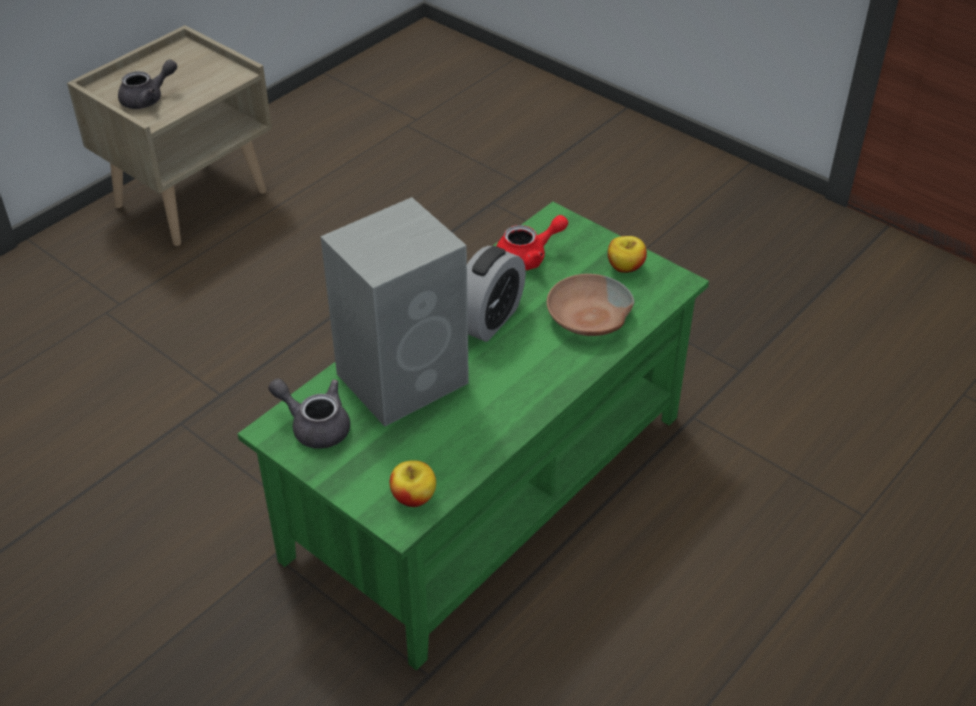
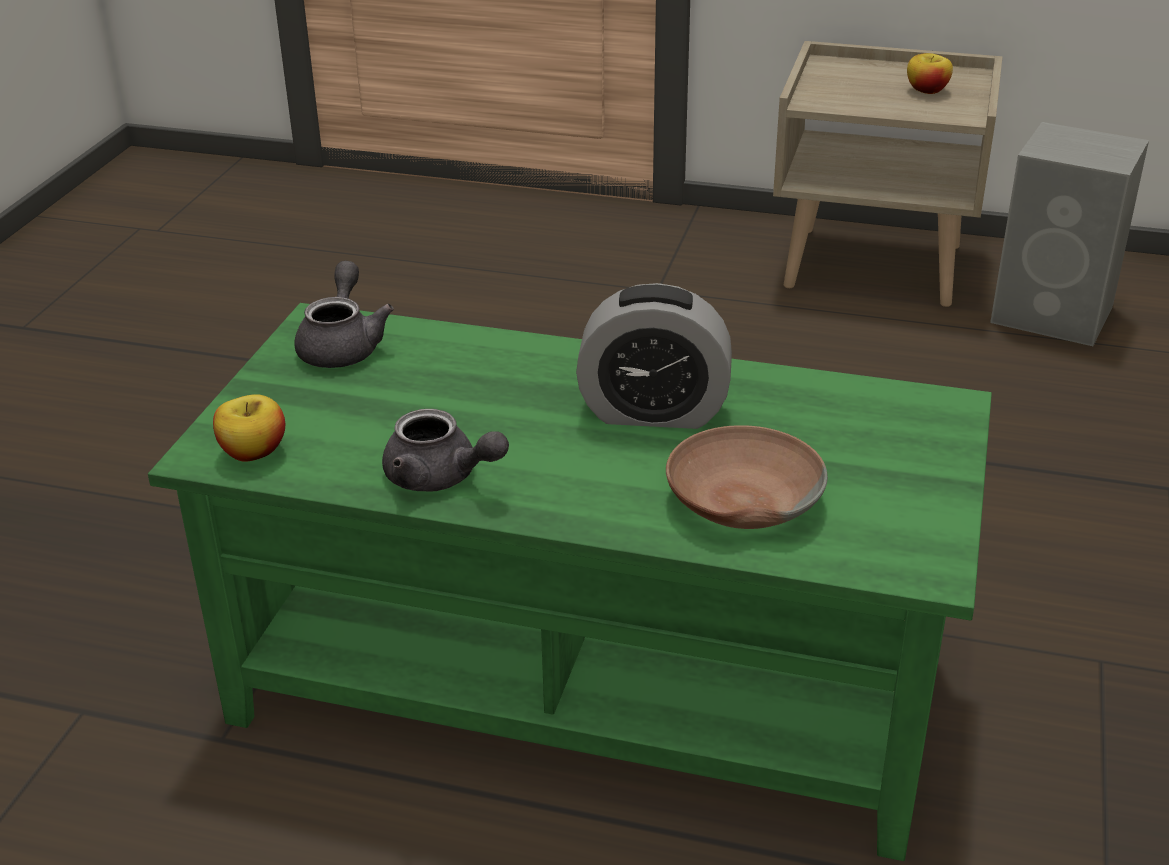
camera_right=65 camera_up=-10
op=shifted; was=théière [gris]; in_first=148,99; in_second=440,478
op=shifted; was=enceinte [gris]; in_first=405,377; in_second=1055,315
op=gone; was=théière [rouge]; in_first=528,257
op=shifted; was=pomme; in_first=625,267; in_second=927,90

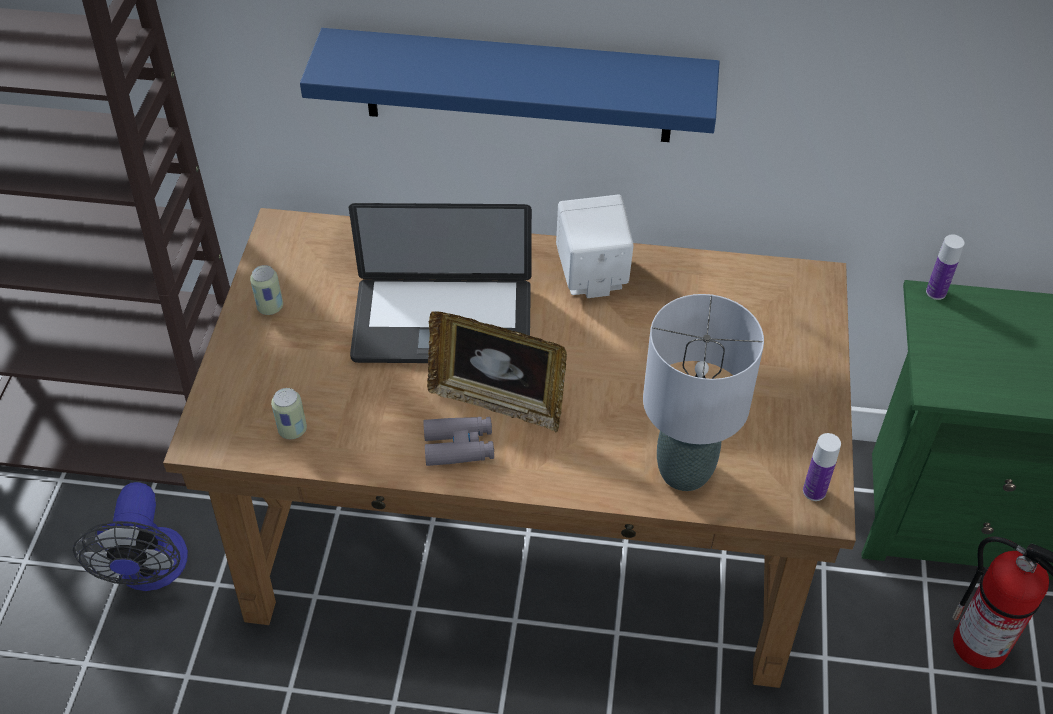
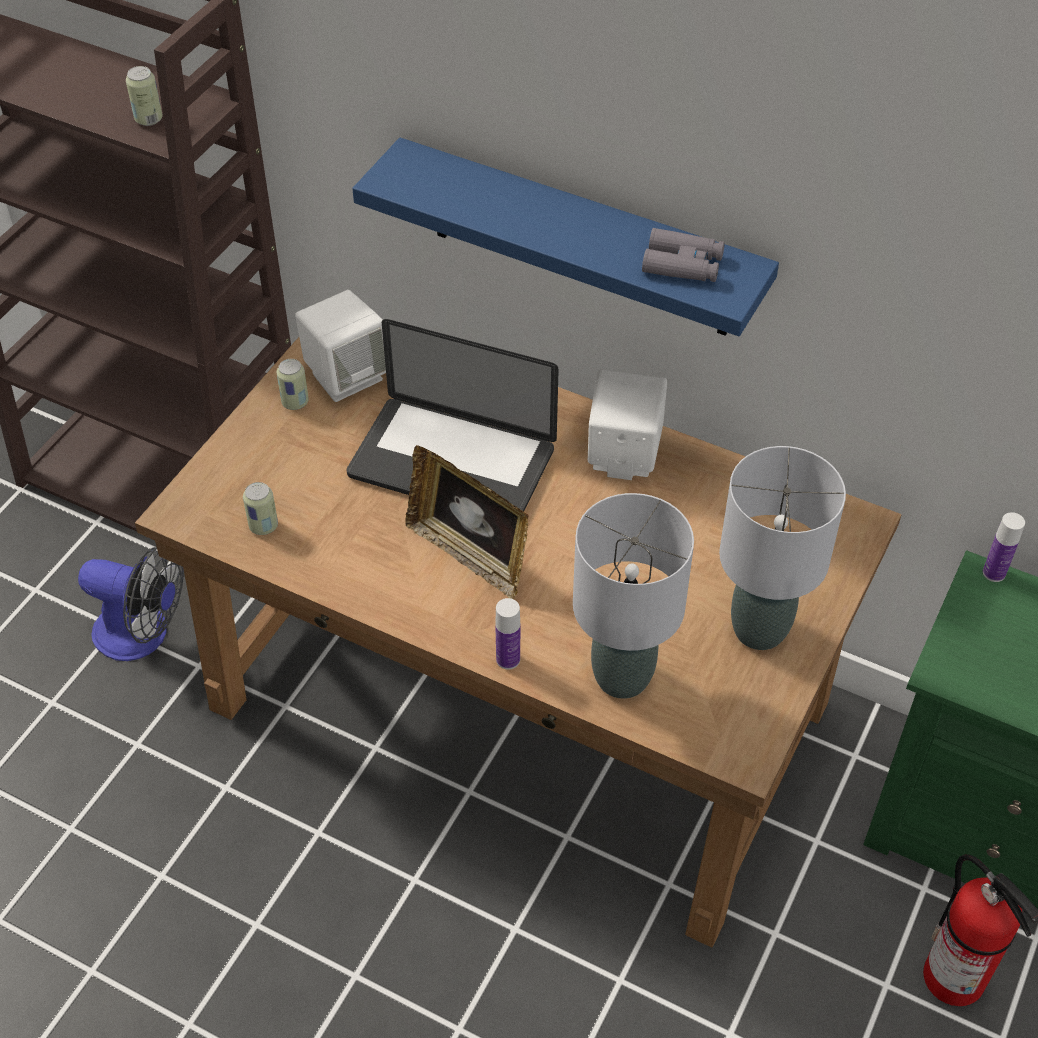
camera_right=20 camera_up=0
op=rotated; was=ventilateur; in_first=150,571; in_second=143,634; clockwise=-90
op=shifted; was=jumelles [gris]; in_first=459,446; in_second=683,264
op=shifted; was=bouteille; in_first=814,491; in_second=508,659
op=new; now=boîte métallique; in_second=148,119
op=new; now=enceinte [blanc]; in_second=347,376
op=new; now=lampe de table [gris]; in_second=760,630

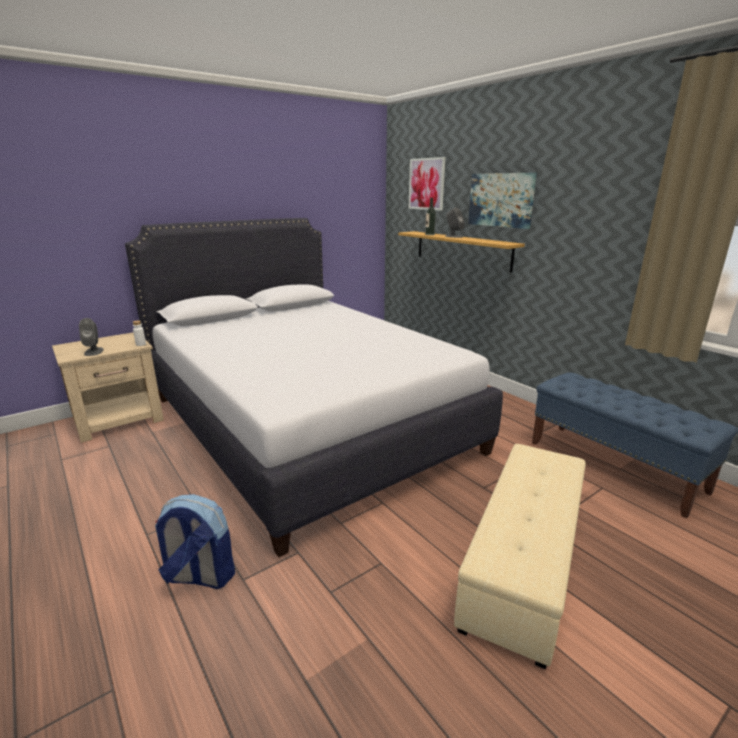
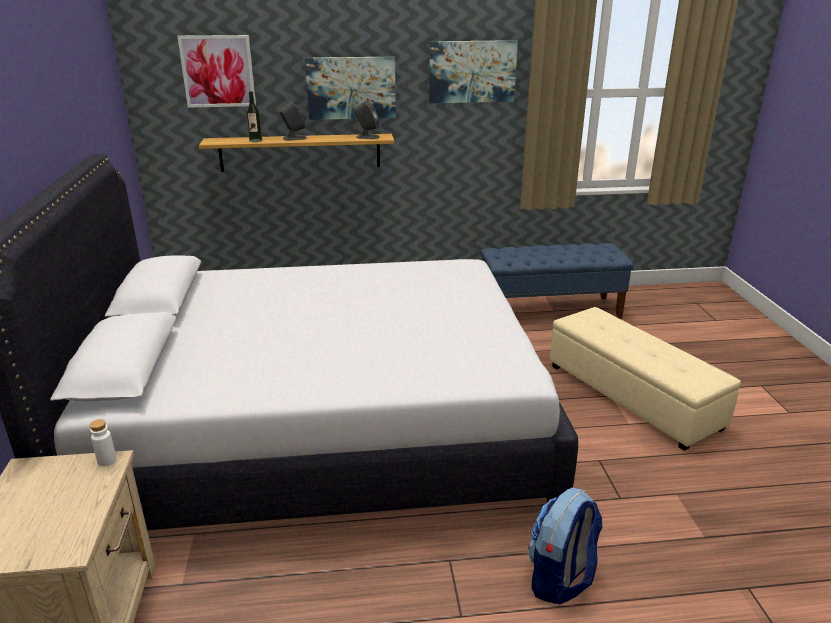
camera_right=-60 camera_up=5
op=shifted; was=enceinte [gris]; in_first=94,351; in_second=367,137
op=new; now=tableau; in_second=472,71

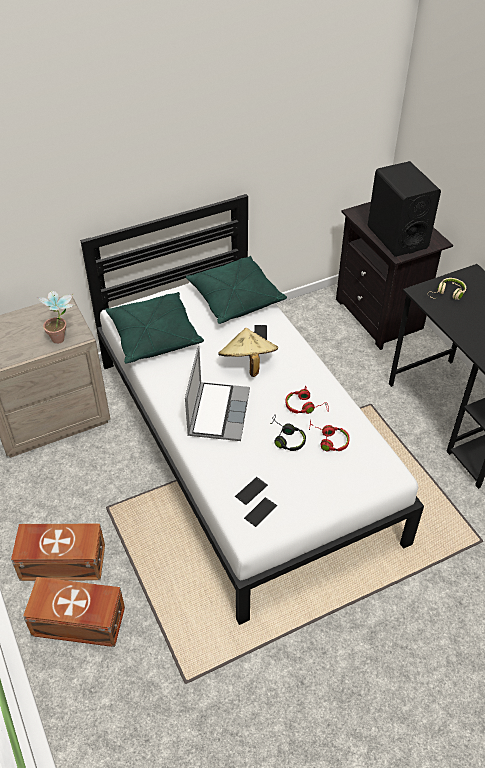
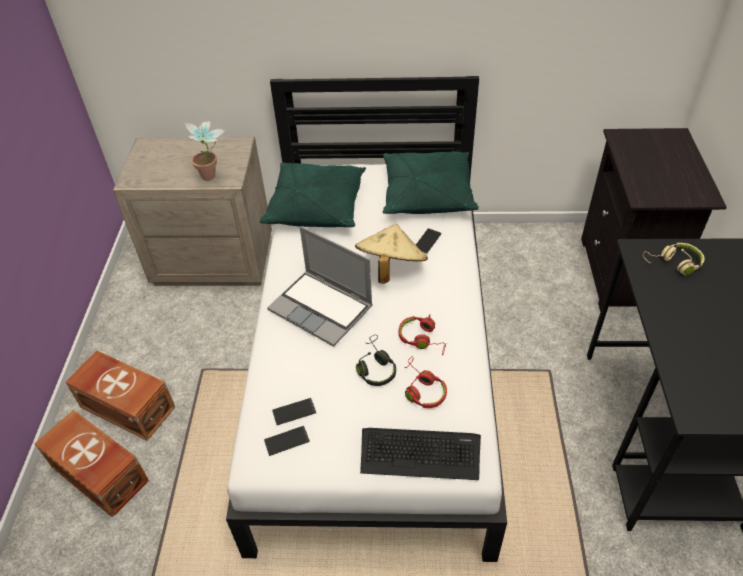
camera_right=30 camera_up=0
op=rotated; was=ordinateur portable; in_first=218,412; in_second=322,308; clockwise=90
op=gone; was=enceinte [noir]; in_first=397,237
op=new; now=clavier; in_second=420,453

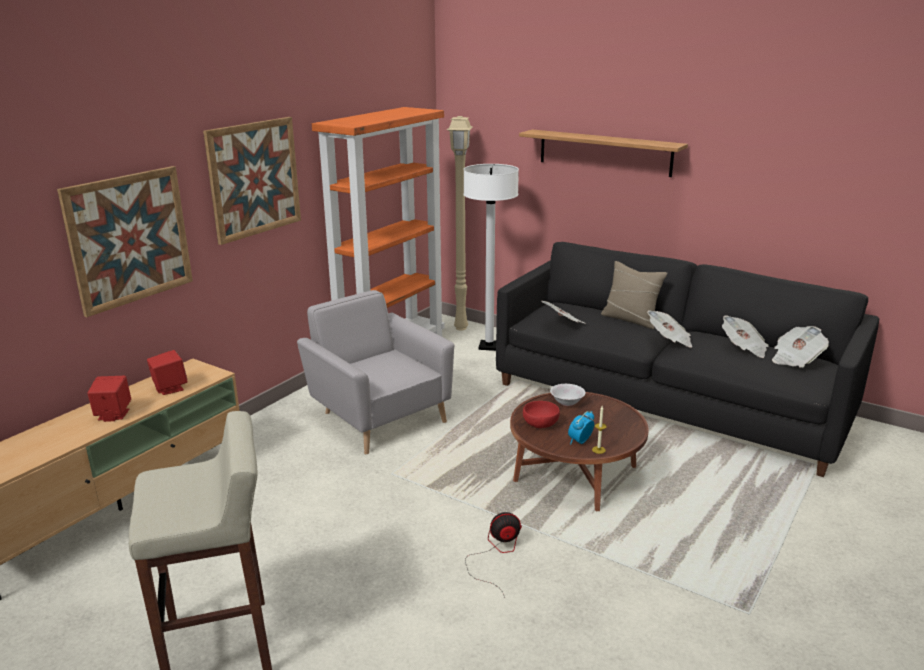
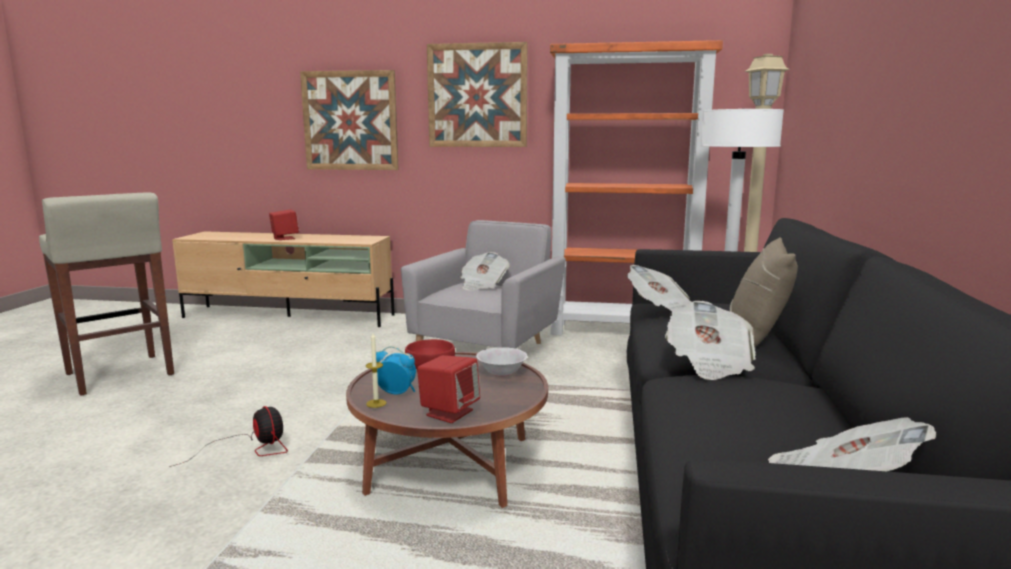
camera_right=65 camera_up=-10
op=shifted; was=enceinte [rouge]; in_first=170,388; in_second=449,412
op=gone; was=étagère; in_first=604,152
op=shifted; was=journal; in_first=743,348; in_second=482,285

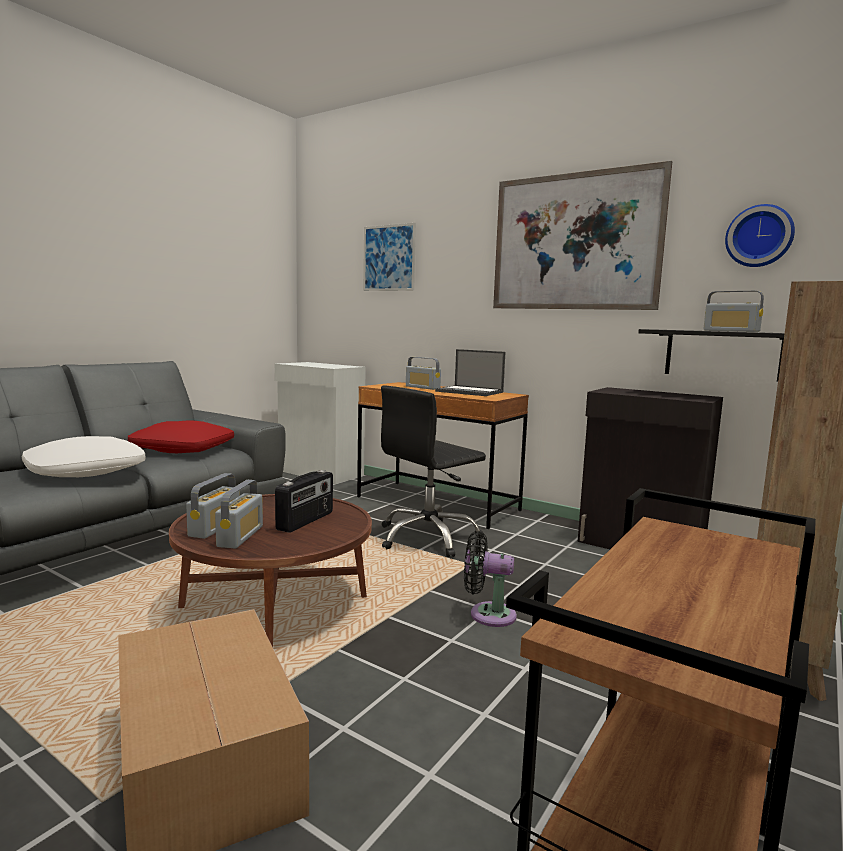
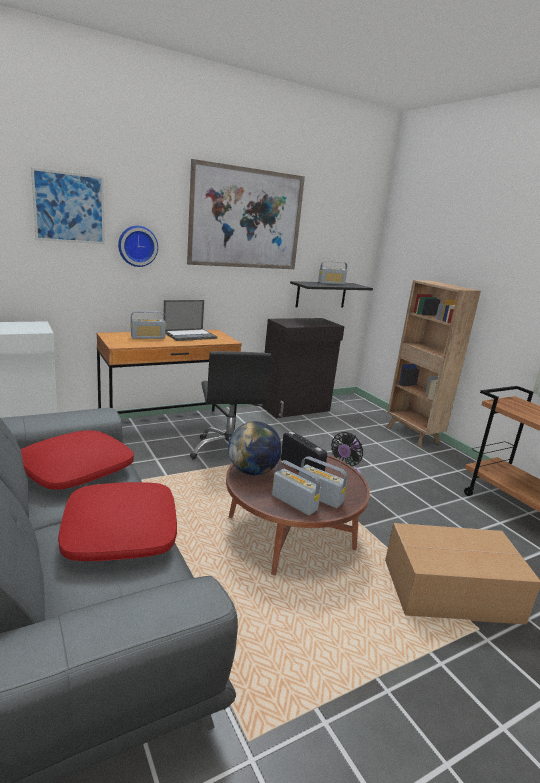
camera_right=-65 camera_up=10
op=repainted; was=coussin [blanc]; now=coussin [rouge]; in_first=86,470; in_second=119,532
op=shifted; was=horloge murale; in_first=759,236; in_second=137,246
op=new; now=globe; in_second=253,471

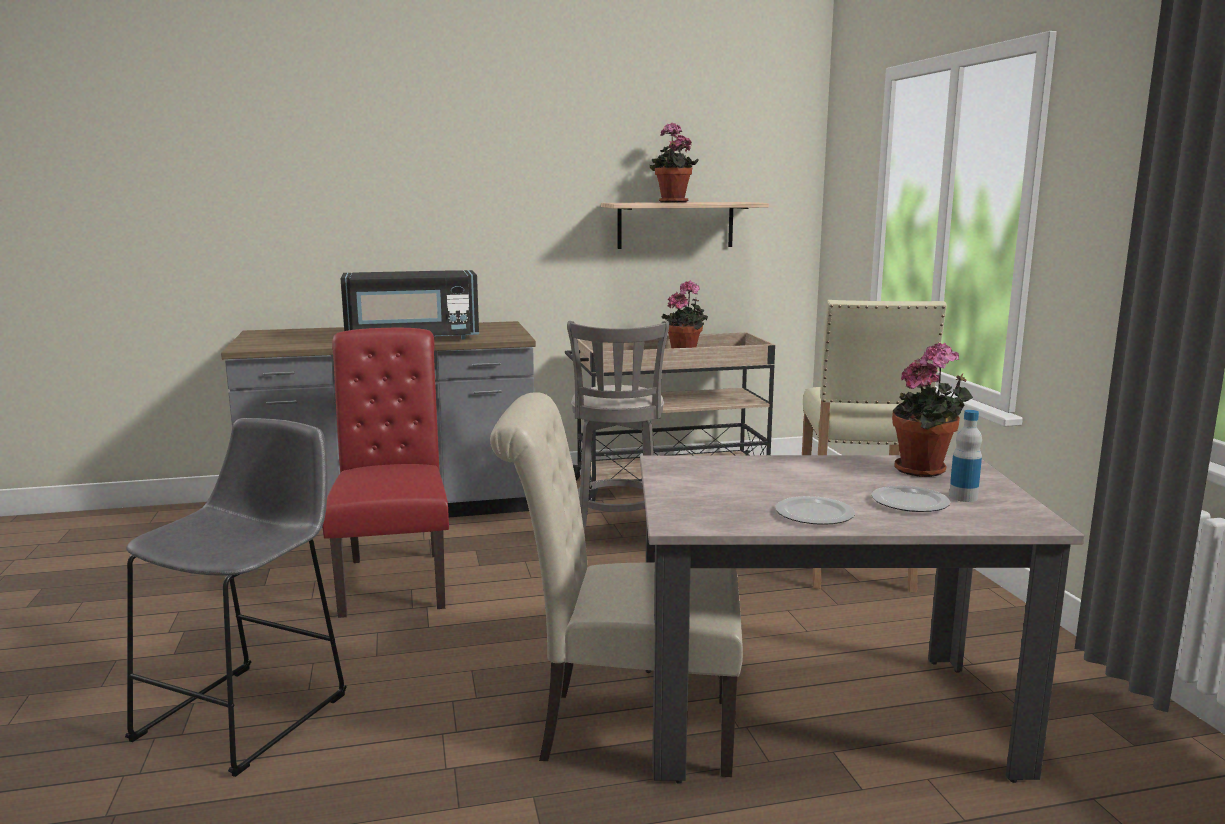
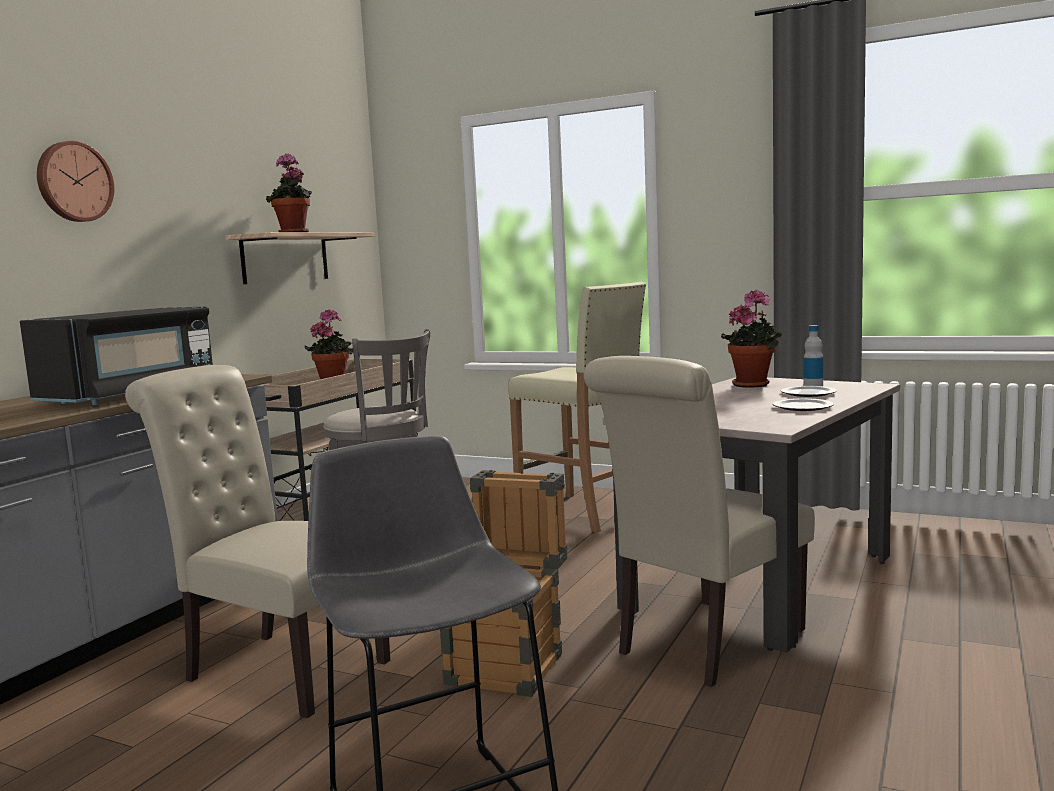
camera_right=-50 camera_up=-5
op=repainted; was=chaise [rouge]; now=chaise [beige]; in_first=395,579; in_second=277,669
op=new; now=horloge murale; in_second=73,182
op=new; now=caisse; in_second=511,662

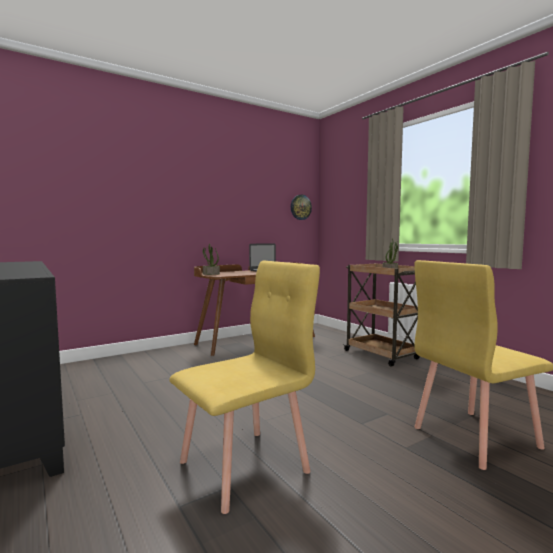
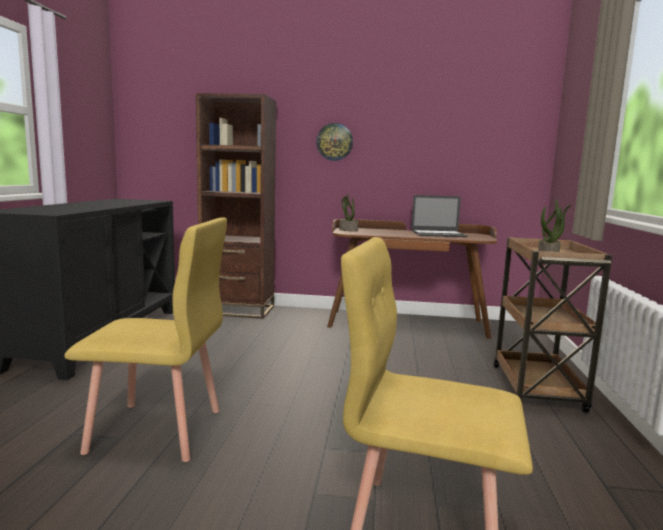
camera_right=40 camera_up=5
op=shifted; was=horloge murale; in_first=300,207; in_second=334,142
op=new; now=bibliothèque [marron]; in_second=238,310

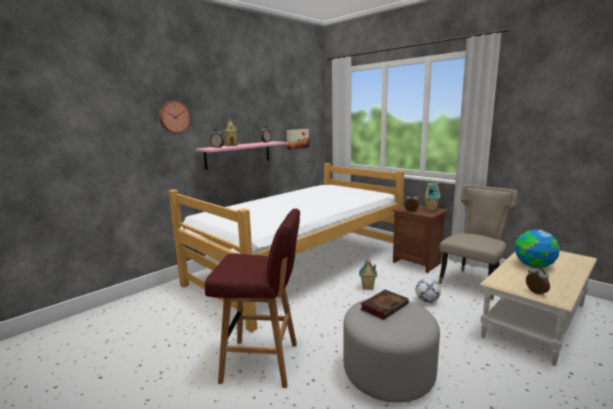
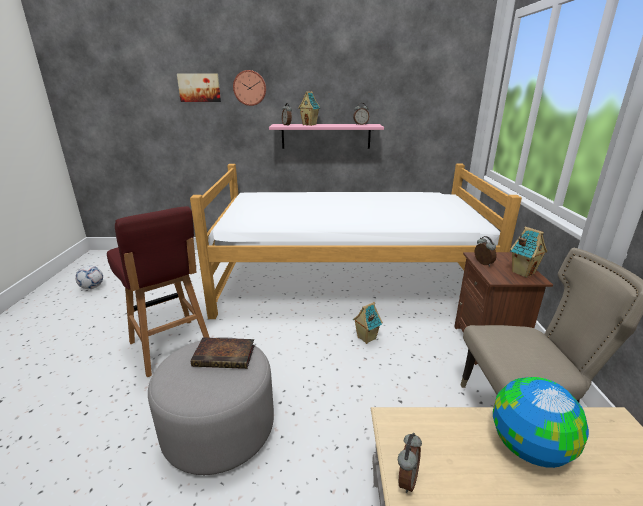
camera_right=45 camera_up=10
op=shifted; was=tableau; in_first=297,139; in_second=199,87
op=shifted; was=ballon de foot; in_first=427,301; in_second=92,287

